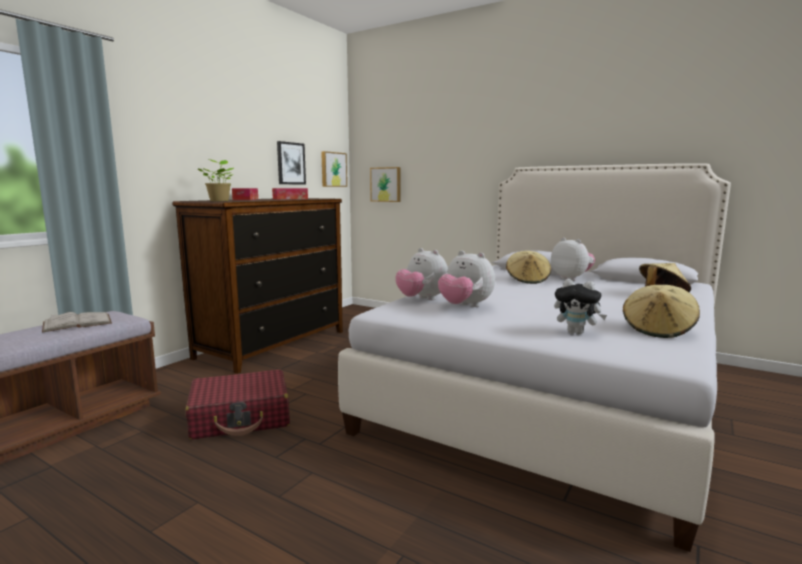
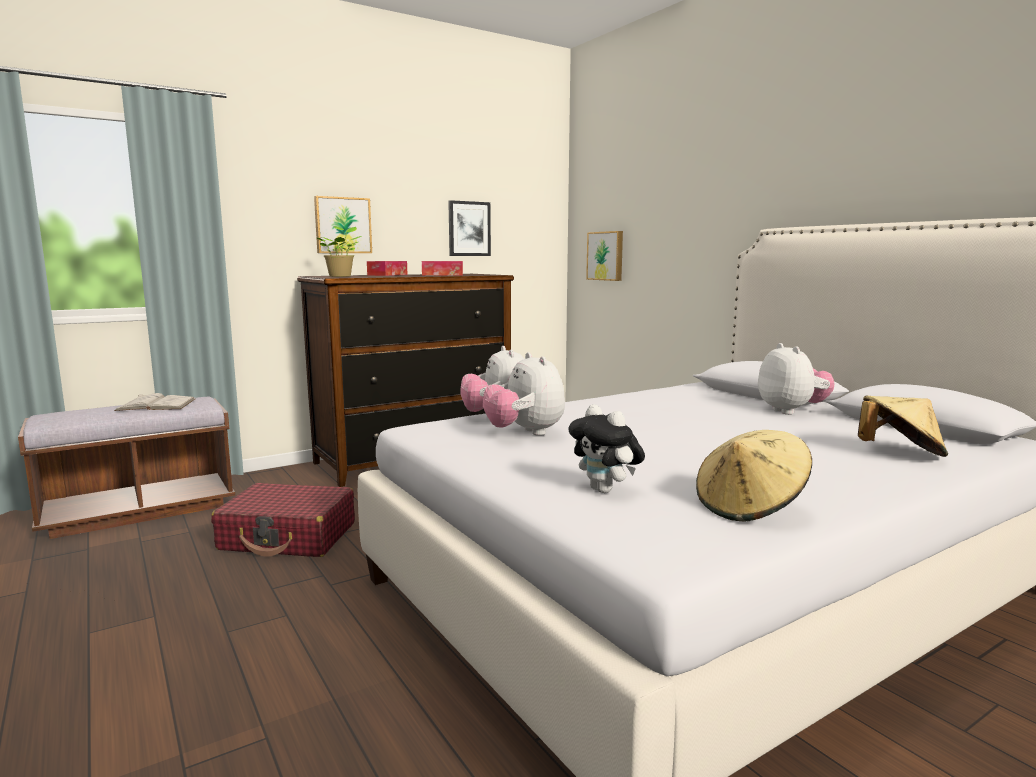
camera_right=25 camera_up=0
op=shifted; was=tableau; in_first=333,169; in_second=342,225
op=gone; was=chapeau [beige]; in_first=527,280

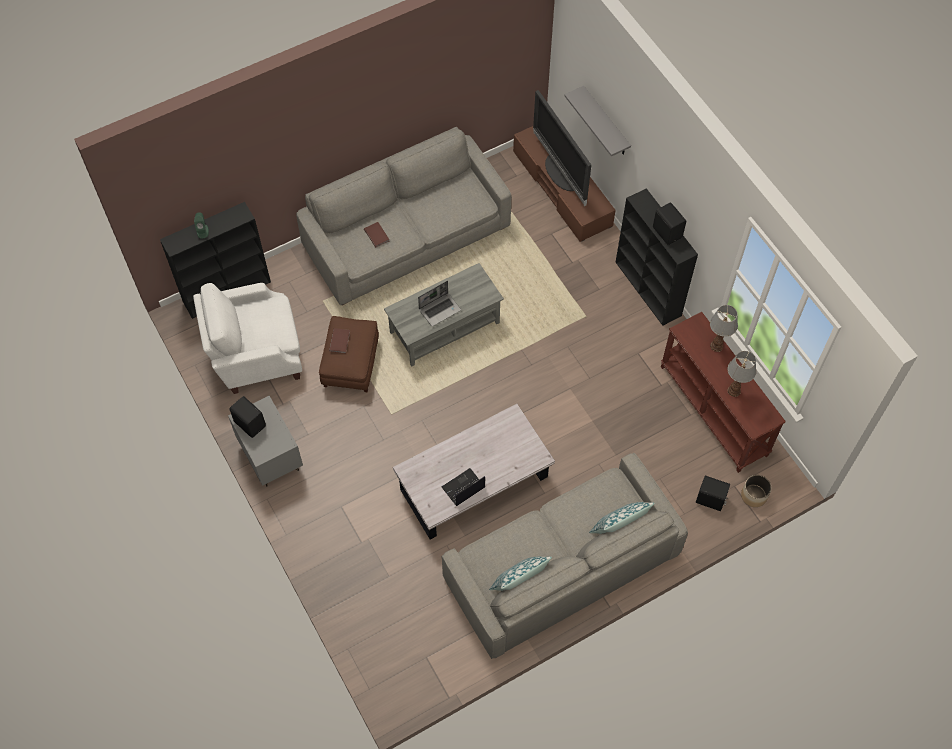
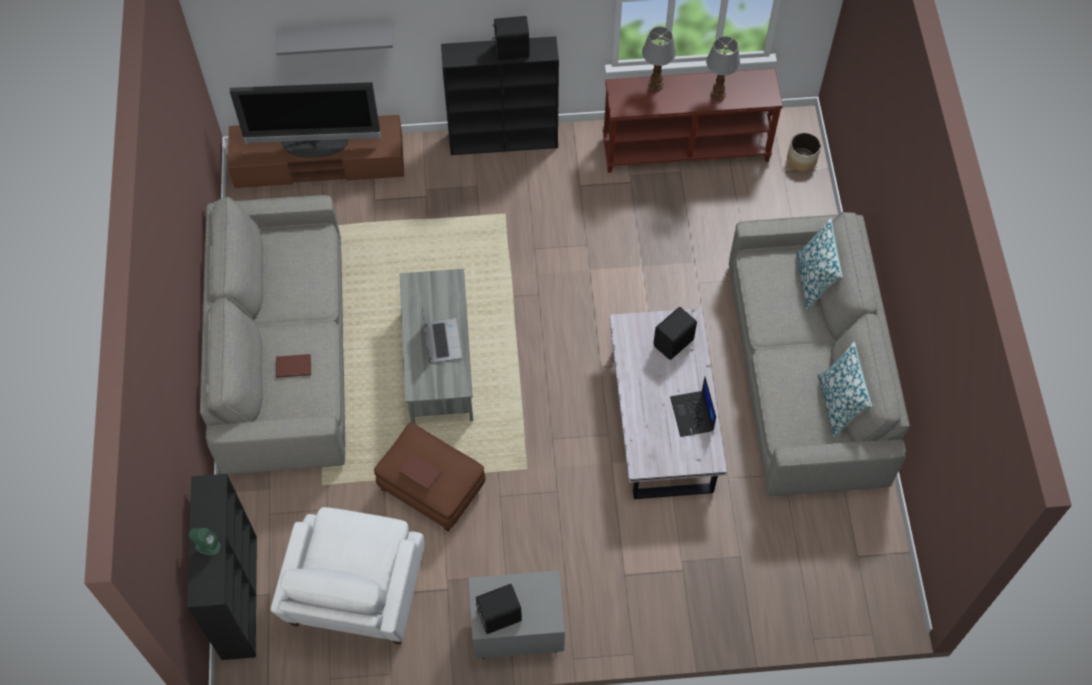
camera_right=-65 camera_up=0
op=shifted; was=enceinte [noir]; in_first=710,500; in_second=674,343

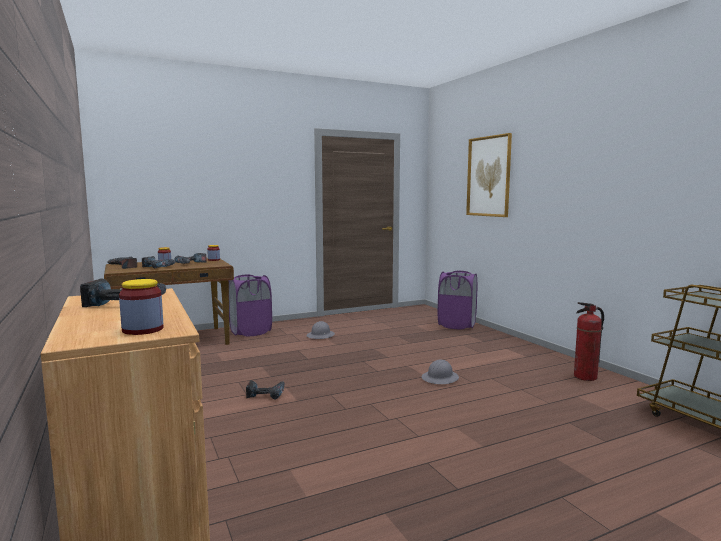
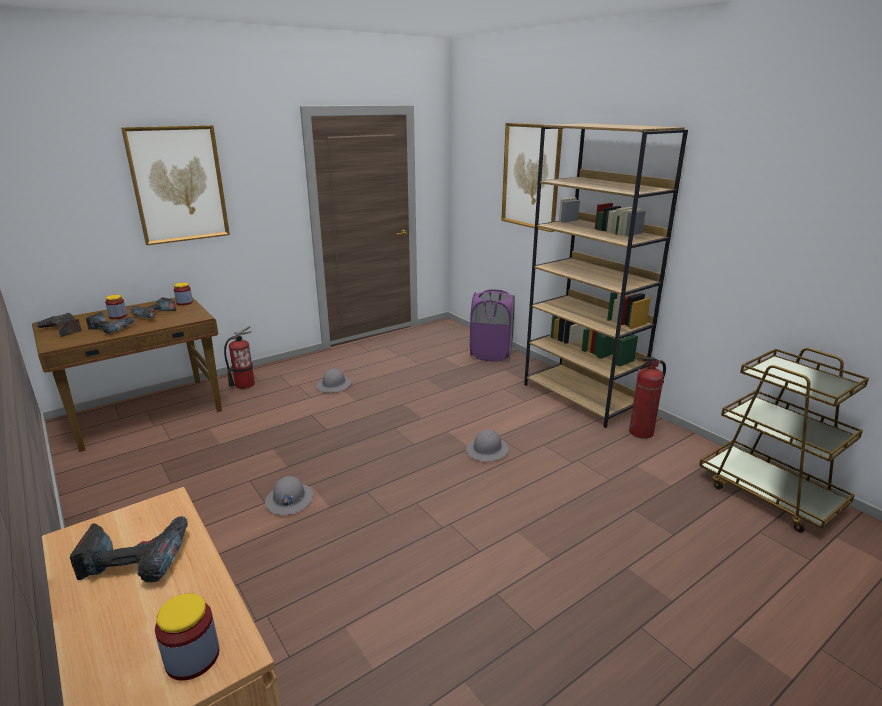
camera_right=-10 camera_up=15
op=swapped; was=panier à linge [violet]; now=extincteur; in_first=250,331; in_second=244,384
op=swapped; was=perceuse; now=casque de chantier [gris]; in_first=266,394; in_second=289,500
op=new; now=tableau; in_second=178,184
op=new; now=bibliothèque [marron]; in_second=581,397

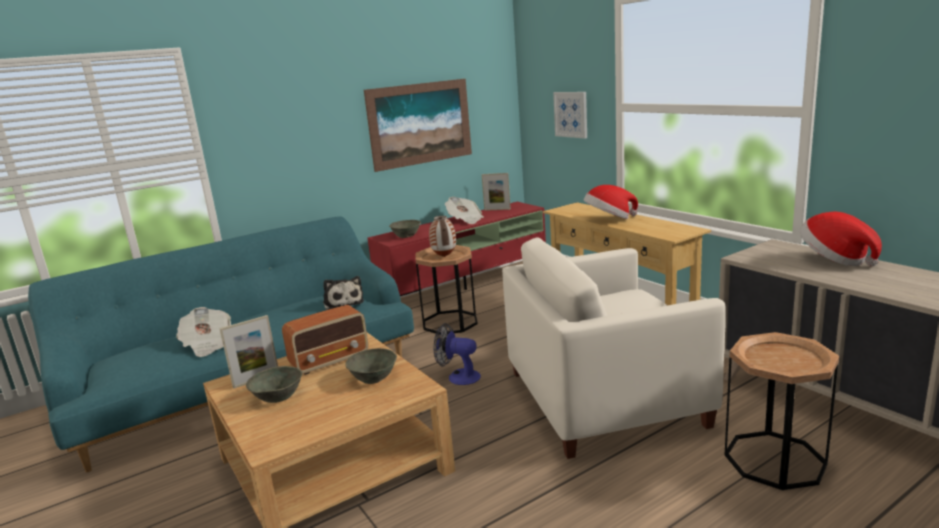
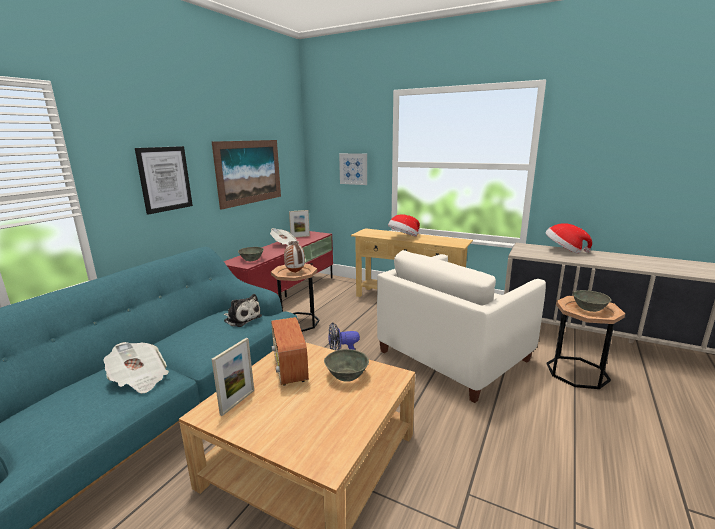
camera_right=-30 camera_up=0
op=shifted; was=bol [gris]; in_first=278,397; in_second=589,308
op=rotated; was=radio; in_first=330,360; in_second=290,368; clockwise=135
op=new; now=tableau; in_second=165,179

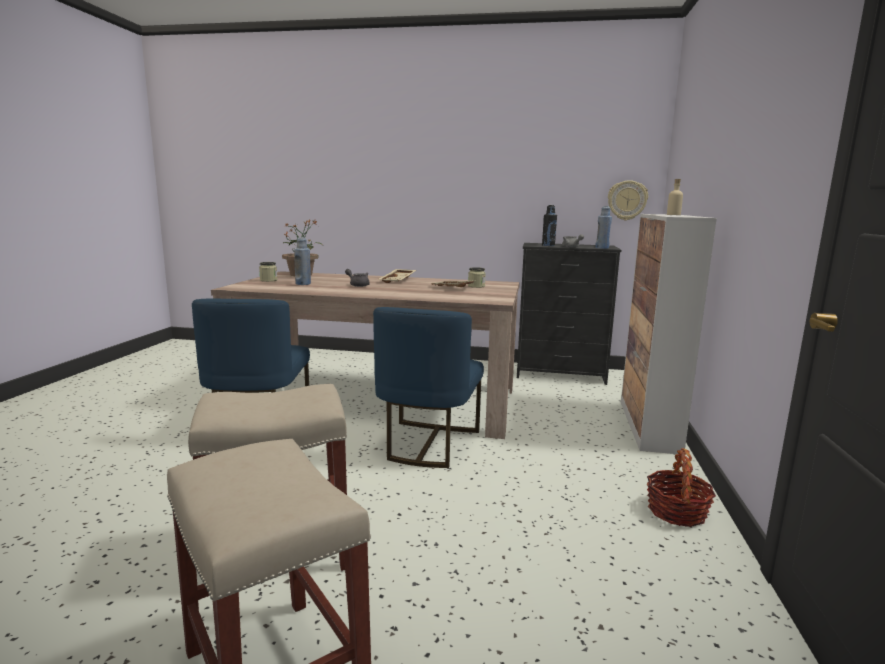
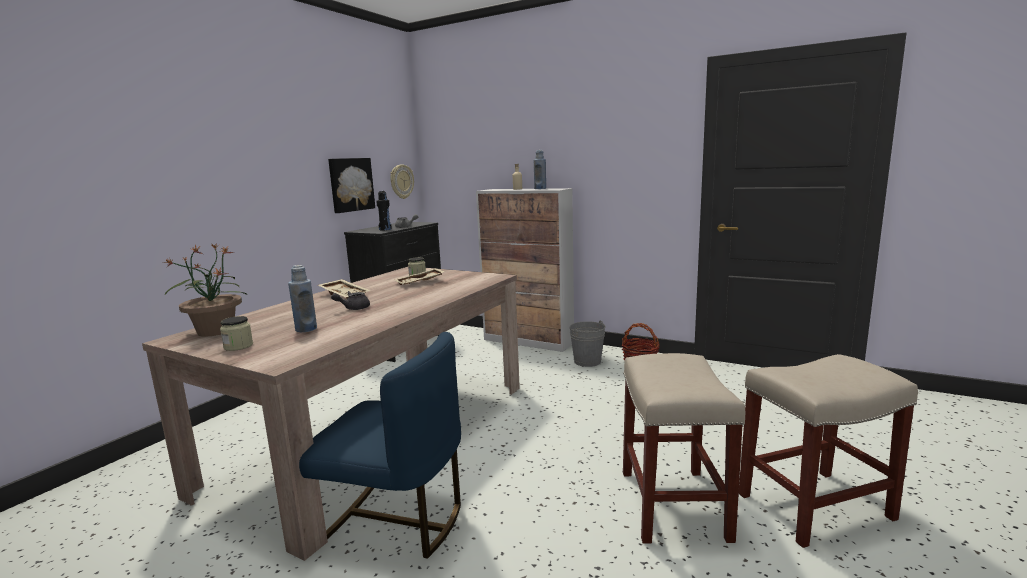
camera_right=-70 camera_up=0
op=gone; was=chaise [bleu]; in_first=428,444
op=shifted; was=bouteille [bleu]; in_first=602,248; in_second=540,188
op=new; now=tableau; in_second=350,184
op=new; now=seau [gris]; in_second=587,361

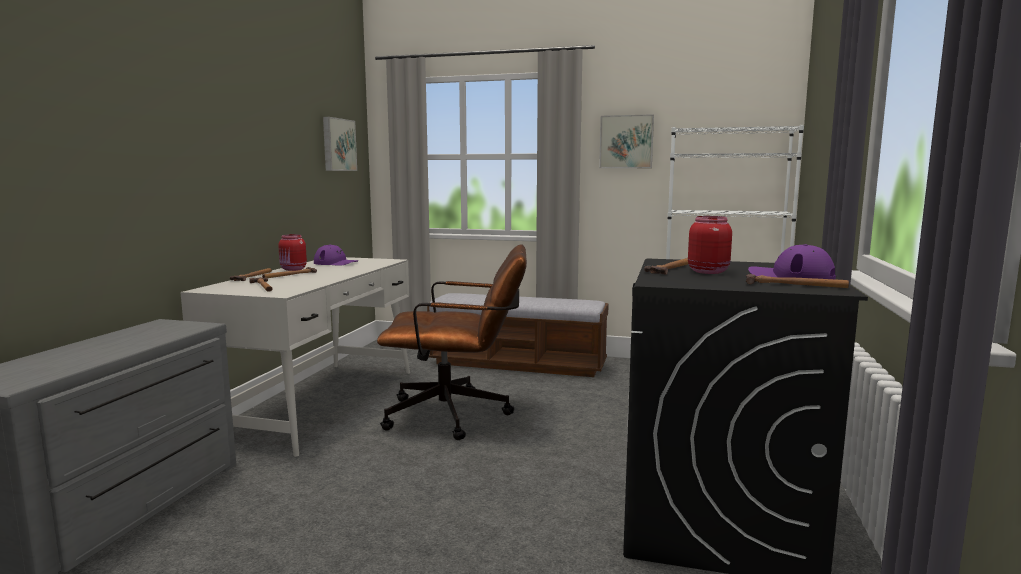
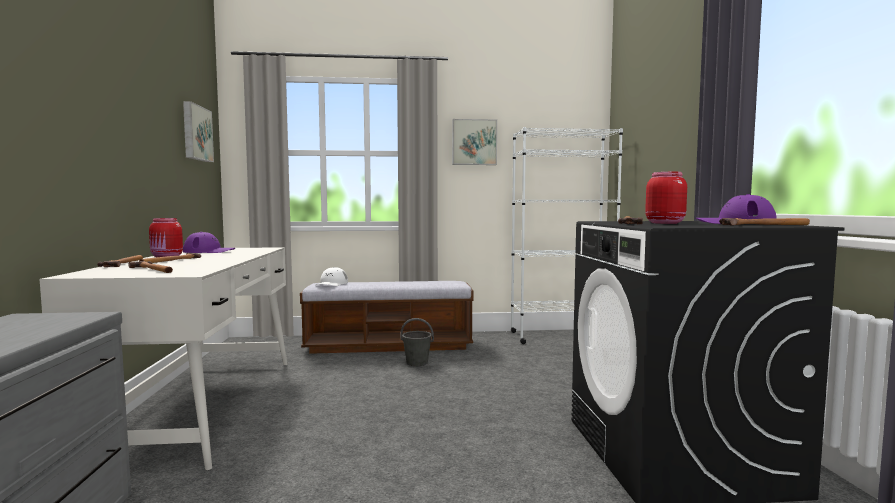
camera_right=-20 camera_up=-5
op=gone; was=chaise de bureau [marron]; in_first=458,415
op=new; now=casquette [blanc]; in_second=331,283
op=new; now=seau [gris]; in_second=417,363

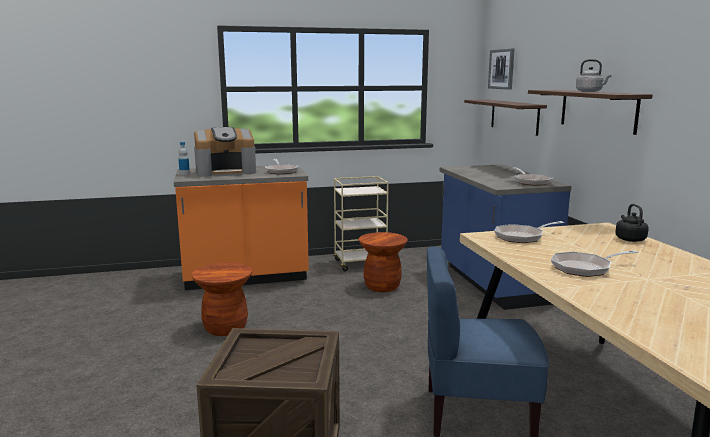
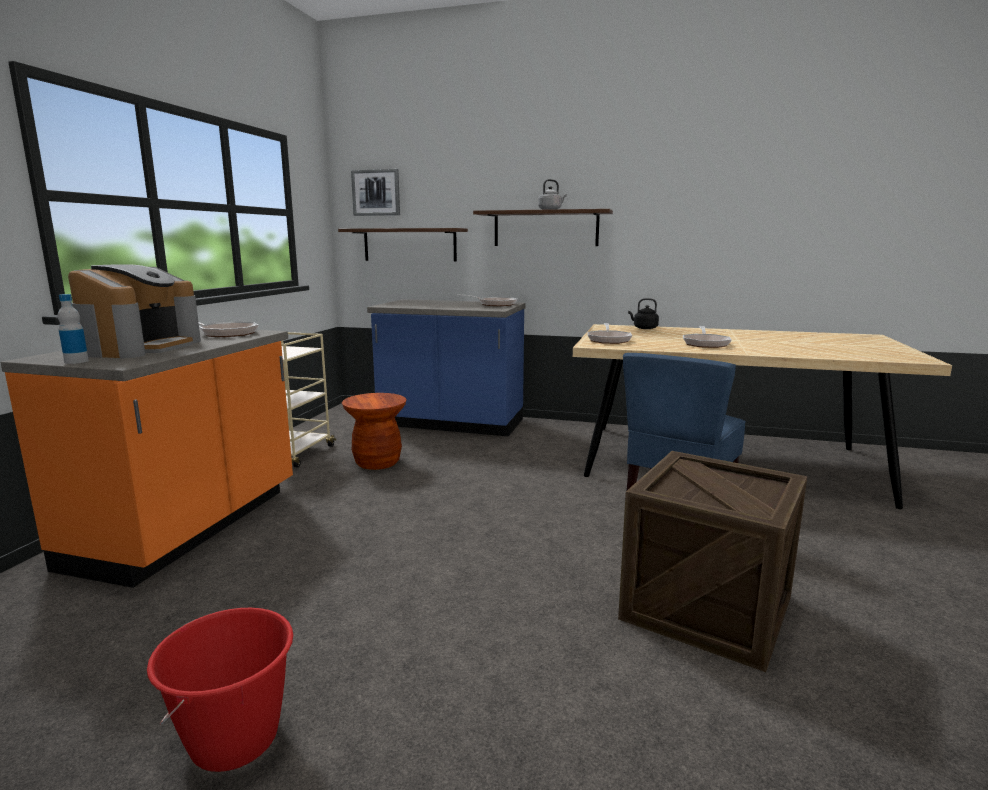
camera_right=-60 camera_up=0
op=gone; was=tabouret [marron]; in_first=225,328
op=new; now=seau [rouge]; in_second=235,739

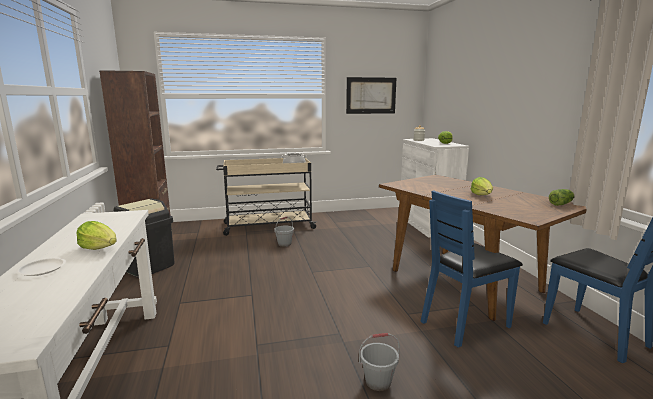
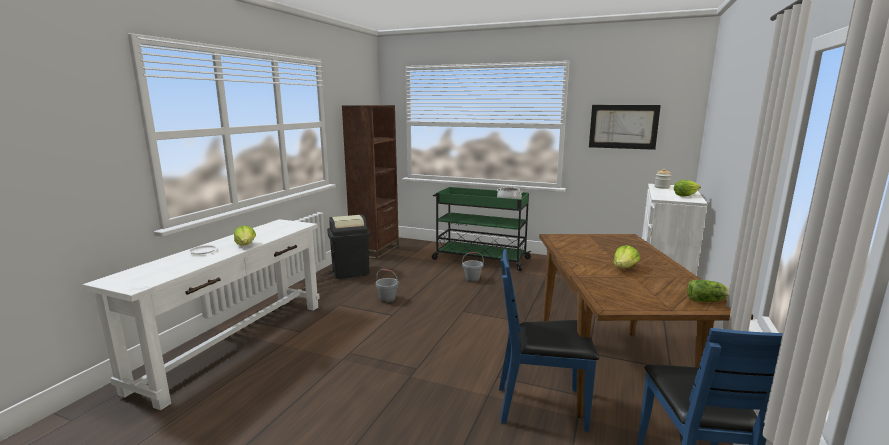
camera_right=35 camera_up=0
op=repainted; was=chariot [beige]; now=chariot [vert]; in_first=268,226; in_second=479,259
op=shifted; was=seau [gris]; in_first=378,382; in_second=387,299

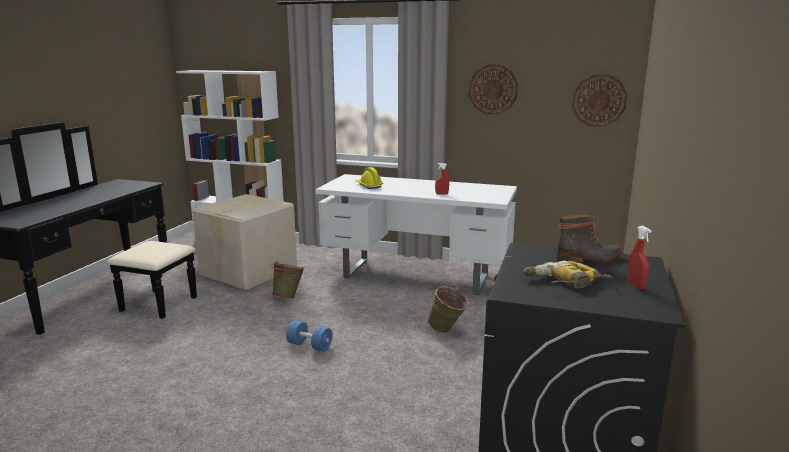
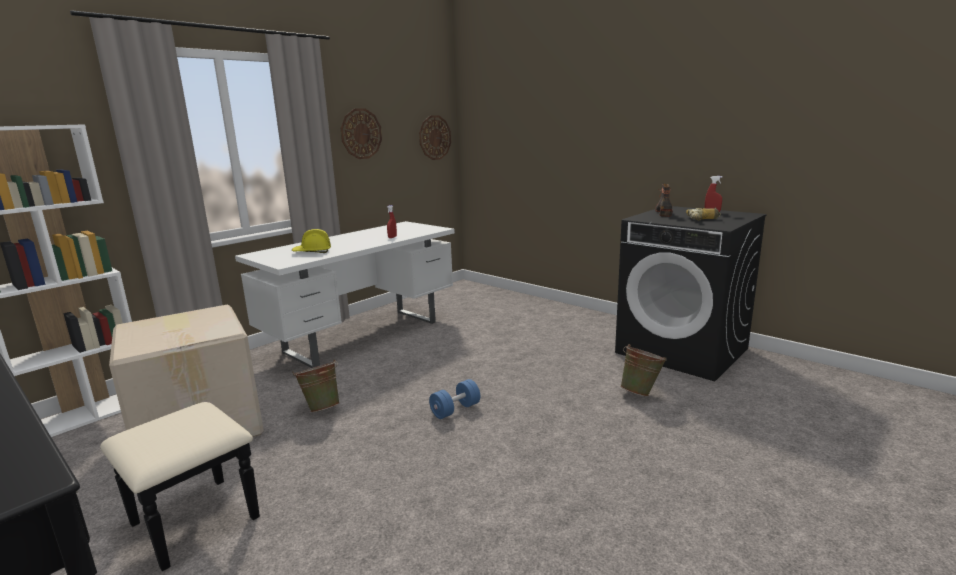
camera_right=-65 camera_up=0
op=shifted; was=seau [vert]; in_first=447,331; in_second=641,392

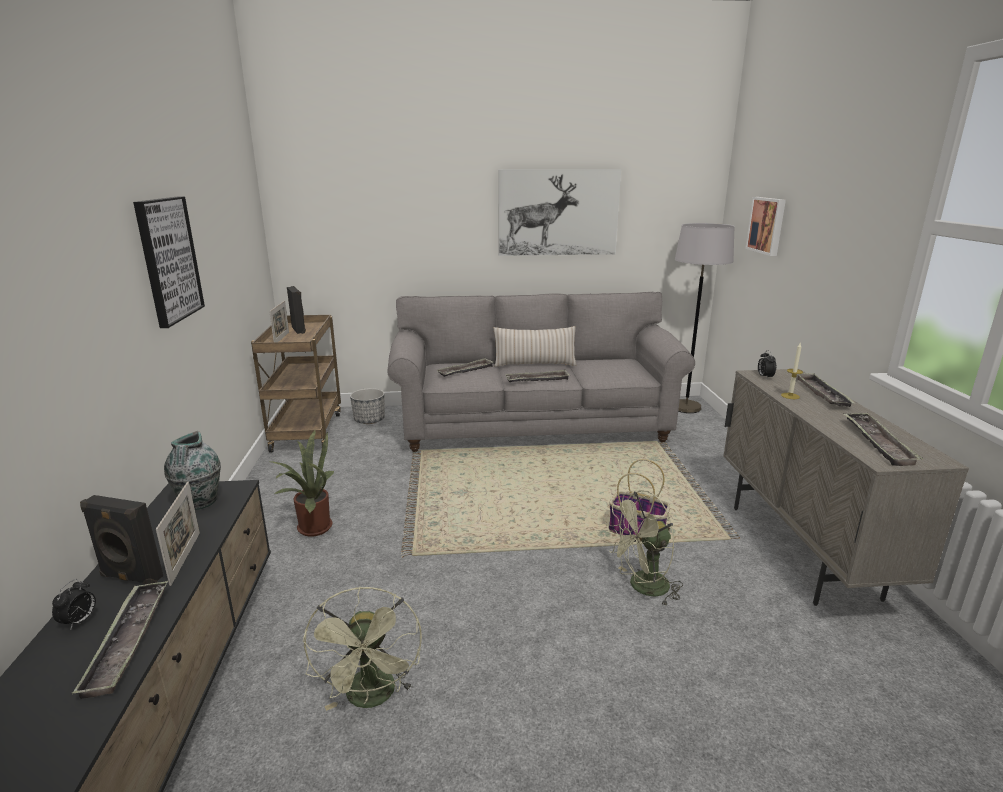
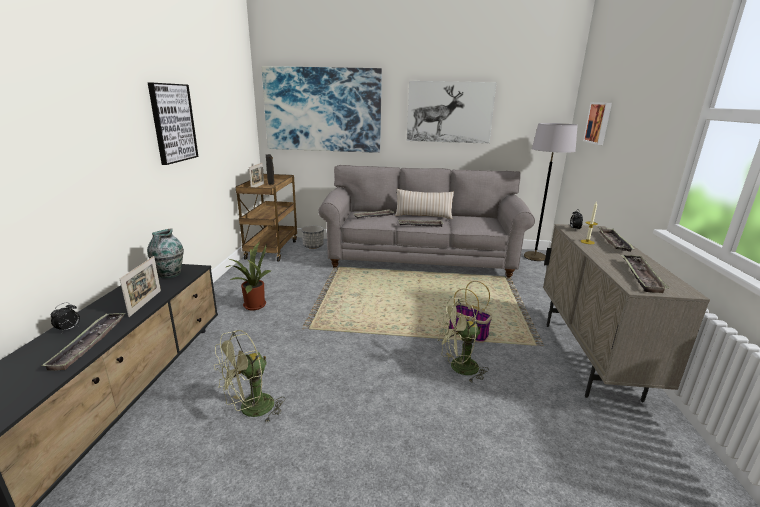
camera_right=10 camera_up=0
op=gone; was=enceinte [noir]; in_first=130,578
op=rotated; was=ventilateur [vert]; in_first=372,698; in_second=251,410; clockwise=45
op=new; now=tableau; in_second=322,110

